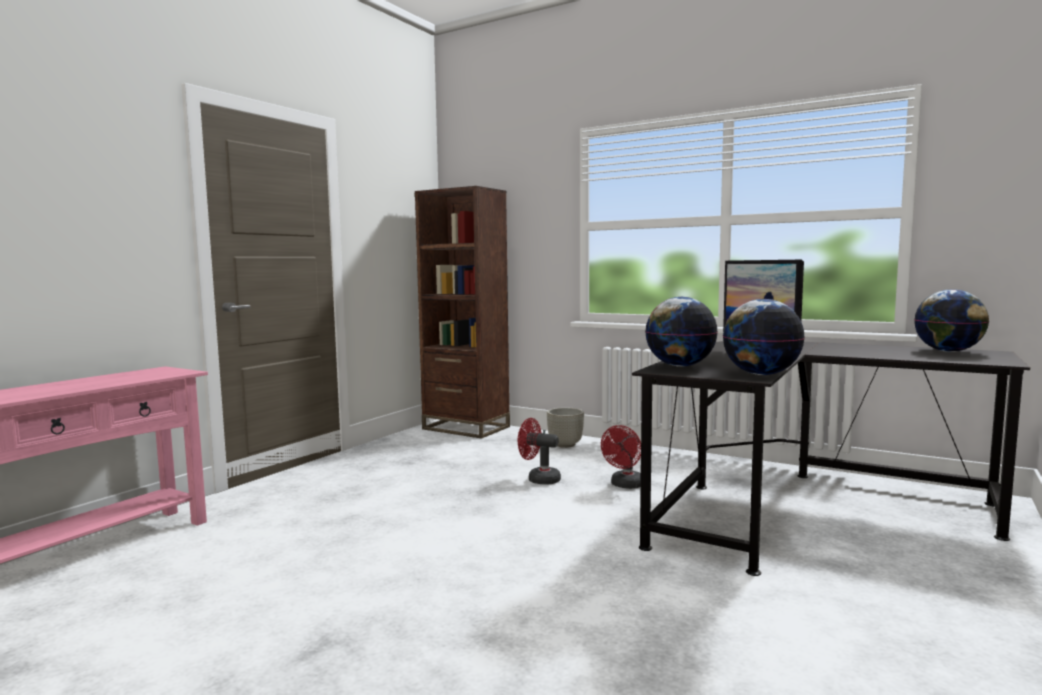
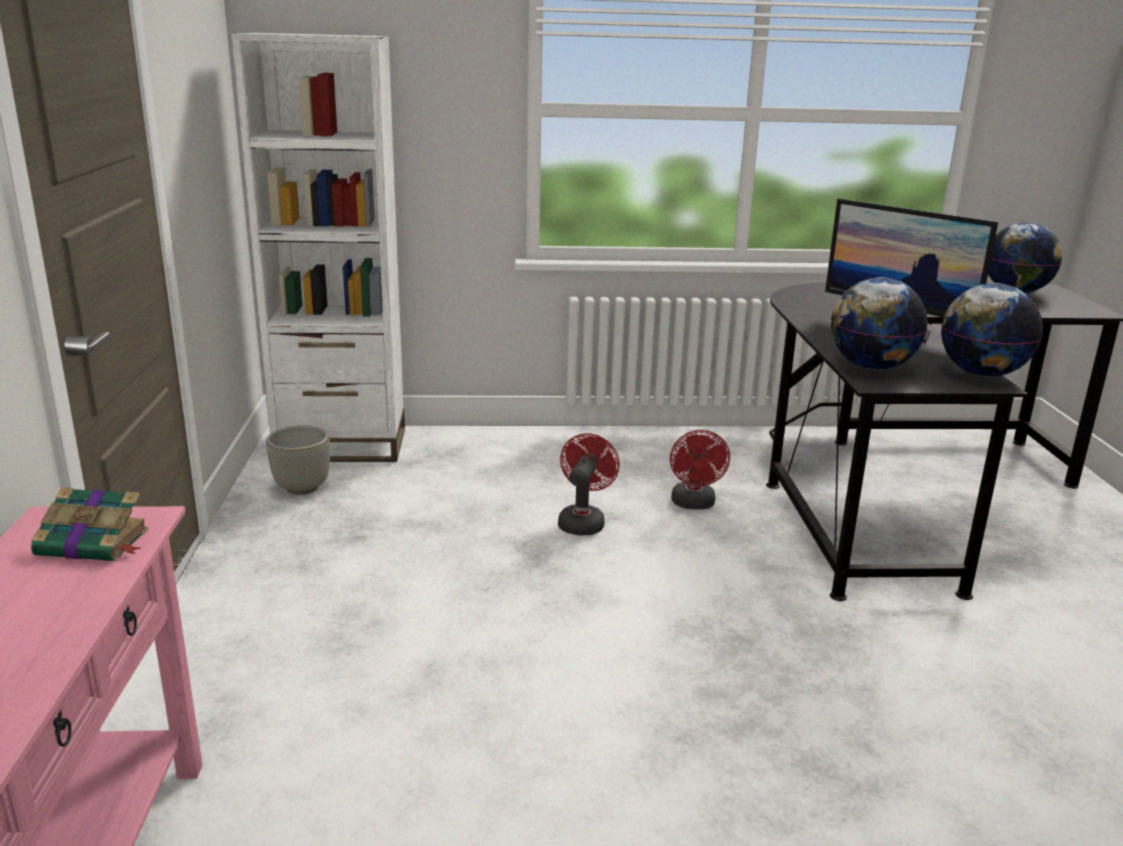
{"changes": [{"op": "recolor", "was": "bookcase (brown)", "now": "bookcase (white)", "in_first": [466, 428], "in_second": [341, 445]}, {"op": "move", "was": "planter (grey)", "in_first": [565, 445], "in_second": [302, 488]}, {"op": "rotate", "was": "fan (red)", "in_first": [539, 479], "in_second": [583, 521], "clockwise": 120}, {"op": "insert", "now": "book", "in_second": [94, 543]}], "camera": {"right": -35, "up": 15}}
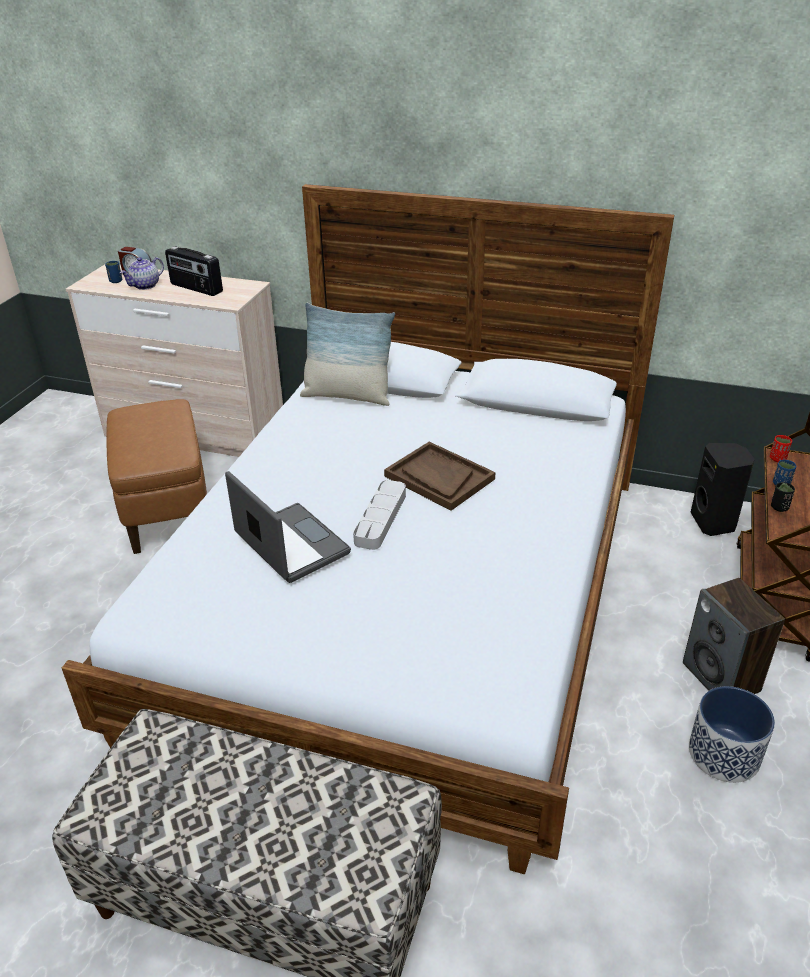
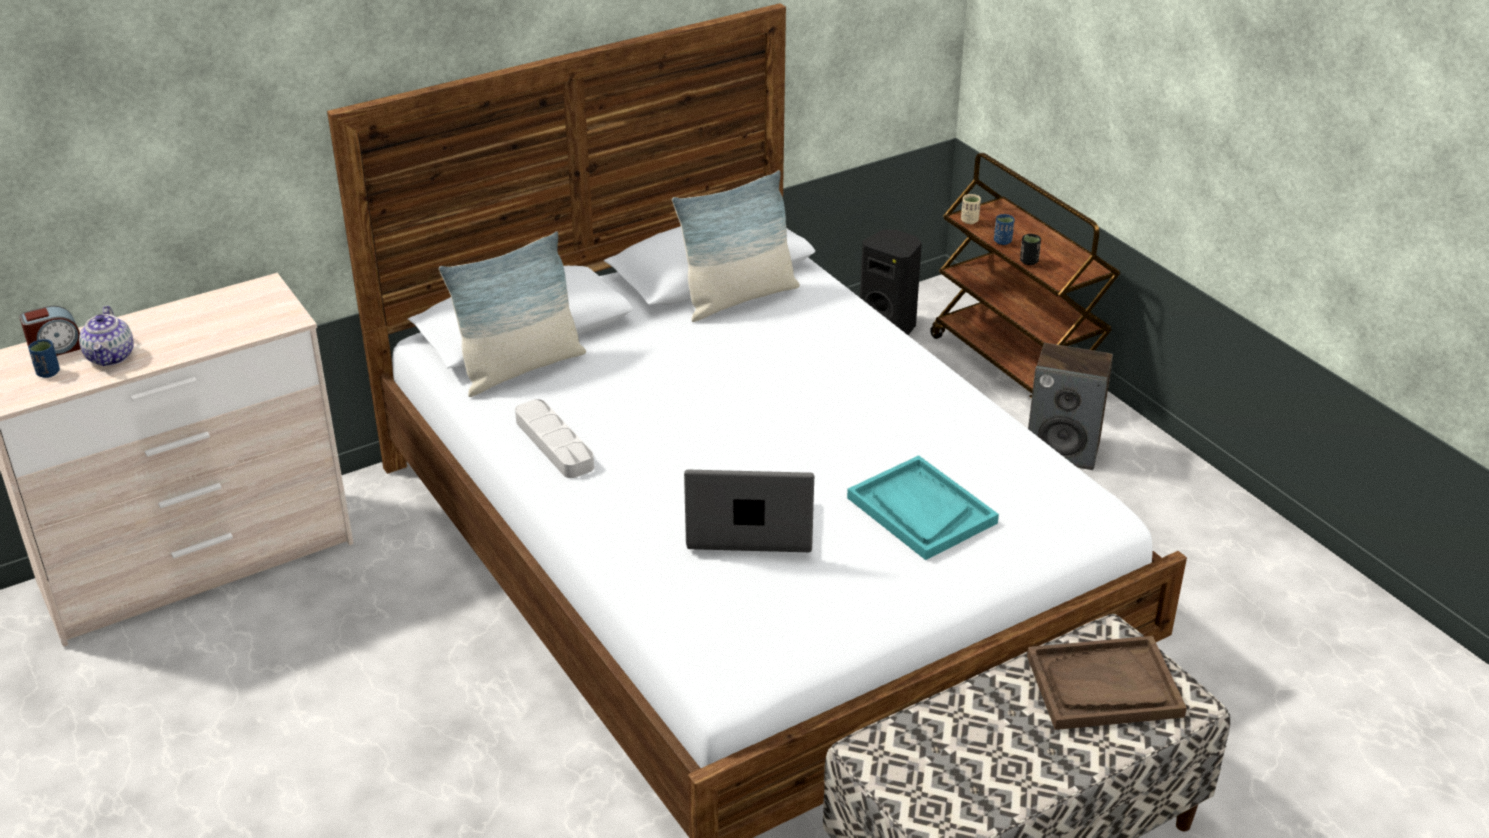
{"changes": [{"op": "delete", "was": "radio", "in_first": [196, 288]}, {"op": "delete", "was": "ottoman (brown)", "in_first": [167, 512]}, {"op": "recolor", "was": "cup (red)", "now": "cup (beige)", "in_first": [777, 459], "in_second": [969, 221]}, {"op": "move", "was": "tray (brown)", "in_first": [439, 478], "in_second": [1103, 686]}, {"op": "move", "was": "tray (grey)", "in_first": [380, 518], "in_second": [554, 444]}, {"op": "delete", "was": "planter", "in_first": [724, 754]}, {"op": "insert", "now": "pillow", "in_second": [738, 298]}, {"op": "insert", "now": "tray (turquoise)", "in_second": [921, 510]}], "camera": {"right": -50, "up": 0}}
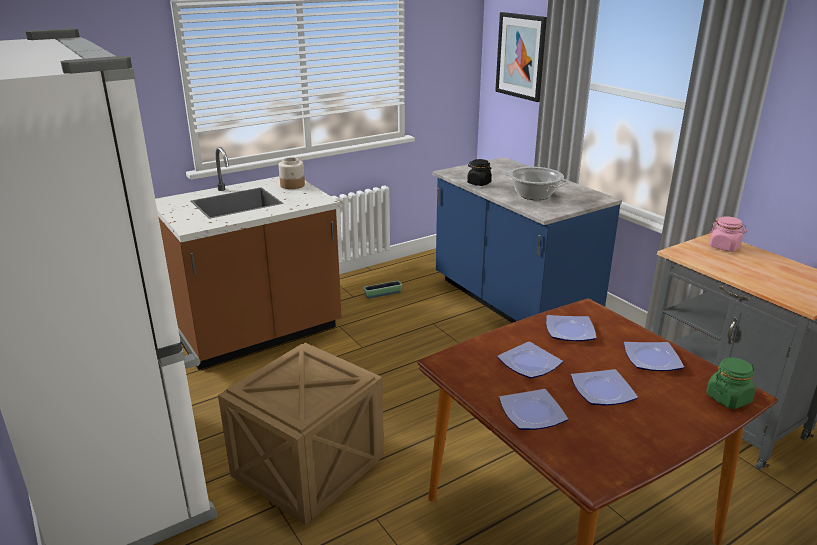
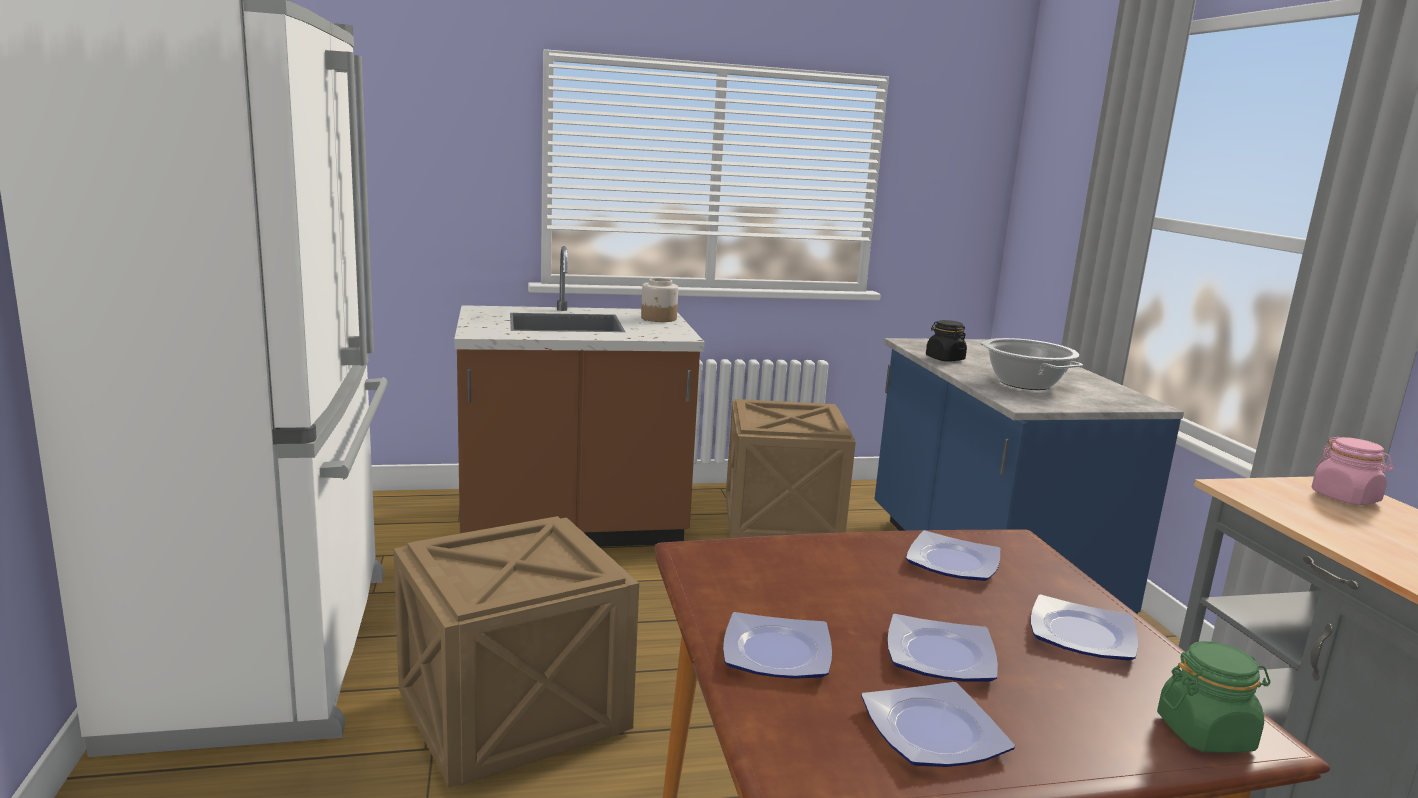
{"changes": [{"op": "delete", "was": "picture", "in_first": [521, 56]}, {"op": "replace", "was": "planter", "now": "crate", "in_first": [383, 294], "in_second": [781, 519]}, {"op": "move", "was": "plate", "in_first": [530, 364], "in_second": [936, 733]}], "camera": {"right": 20, "up": -10}}
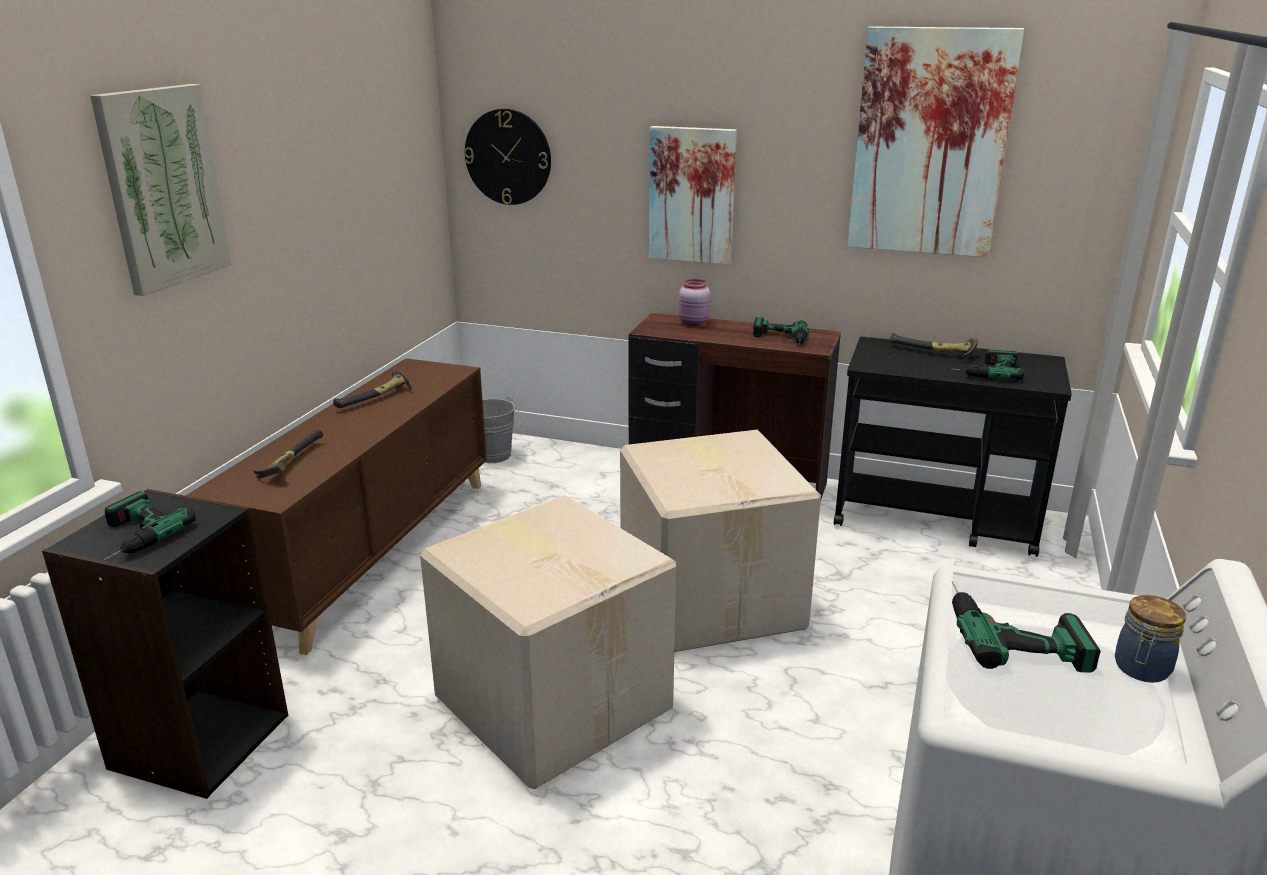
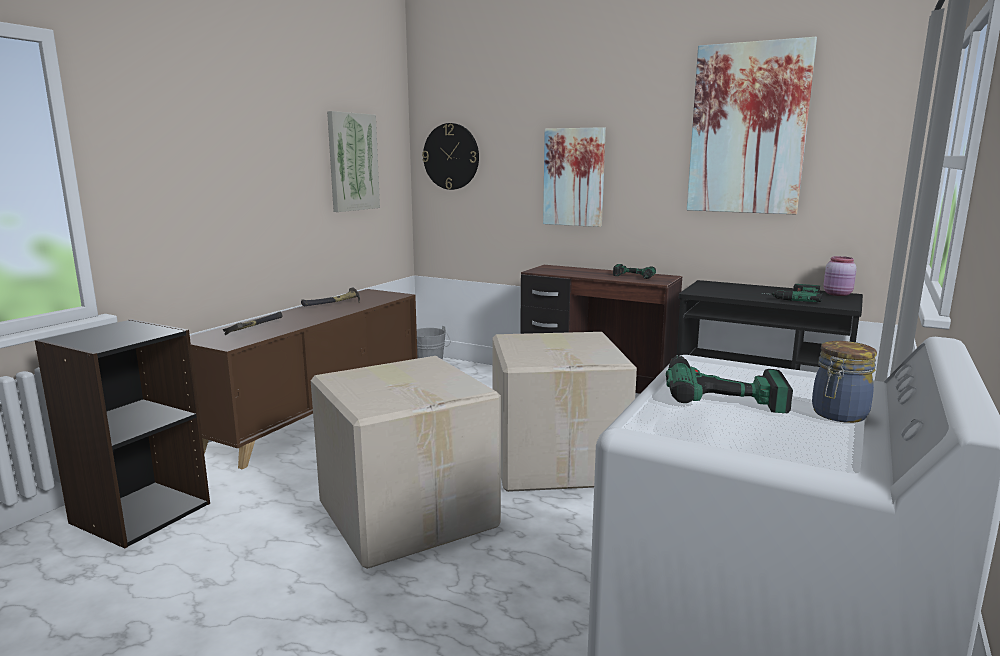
{"changes": [{"op": "move", "was": "picture", "in_first": [162, 187], "in_second": [352, 162]}, {"op": "move", "was": "jar (pink)", "in_first": [694, 323], "in_second": [838, 294]}, {"op": "delete", "was": "hammer", "in_first": [933, 353]}, {"op": "delete", "was": "power drill", "in_first": [130, 537]}], "camera": {"right": 10, "up": -10}}
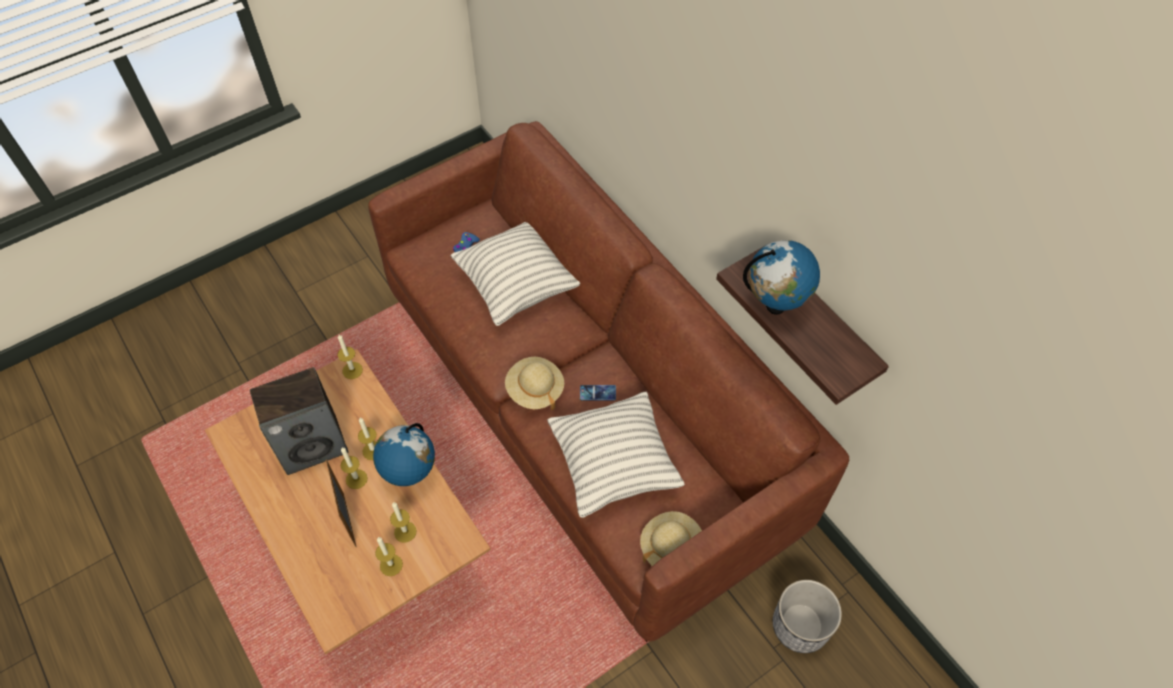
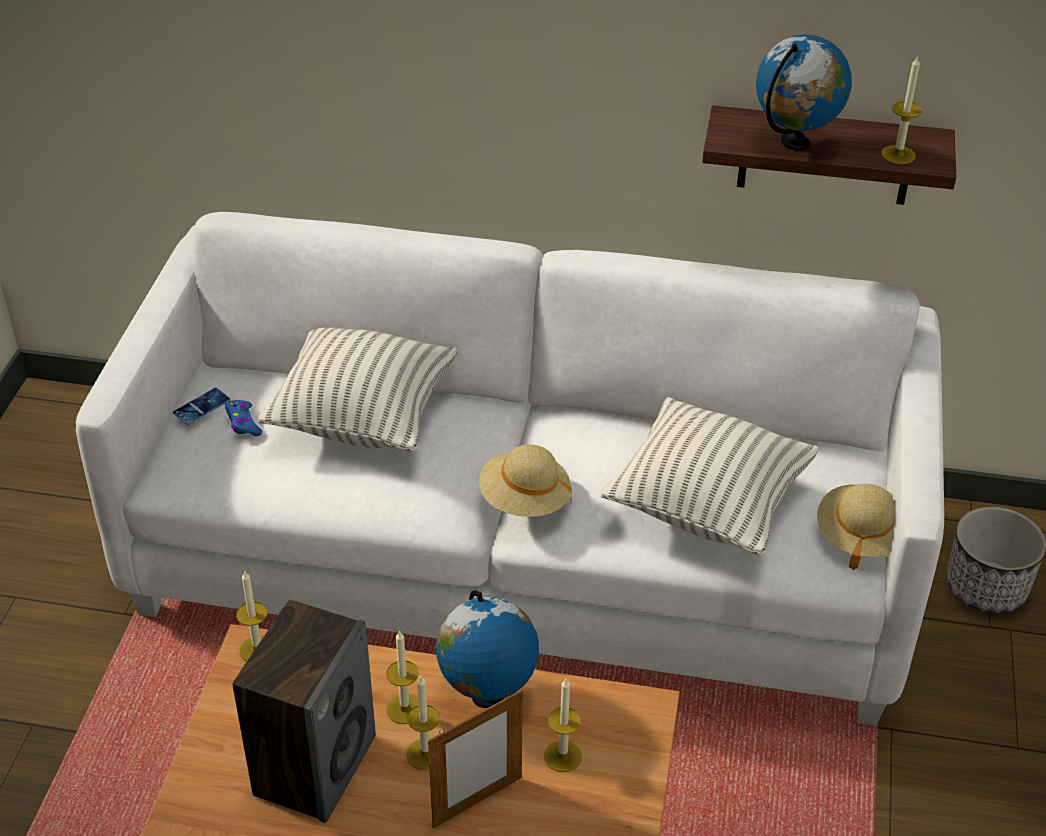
{"changes": [{"op": "recolor", "was": "sofa (brown)", "now": "sofa (white)", "in_first": [587, 409], "in_second": [524, 559]}, {"op": "move", "was": "phone", "in_first": [597, 393], "in_second": [201, 407]}, {"op": "rotate", "was": "picture frame", "in_first": [349, 520], "in_second": [477, 802], "clockwise": -60}, {"op": "move", "was": "candle", "in_first": [391, 565], "in_second": [898, 155]}], "camera": {"right": -45, "up": -15}}
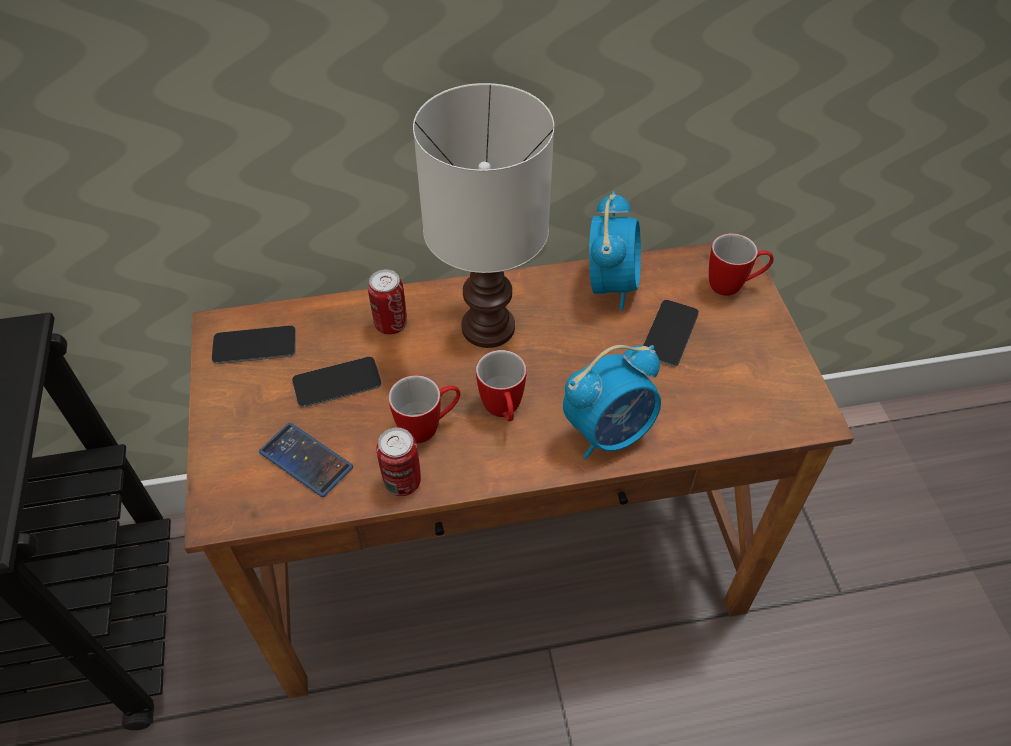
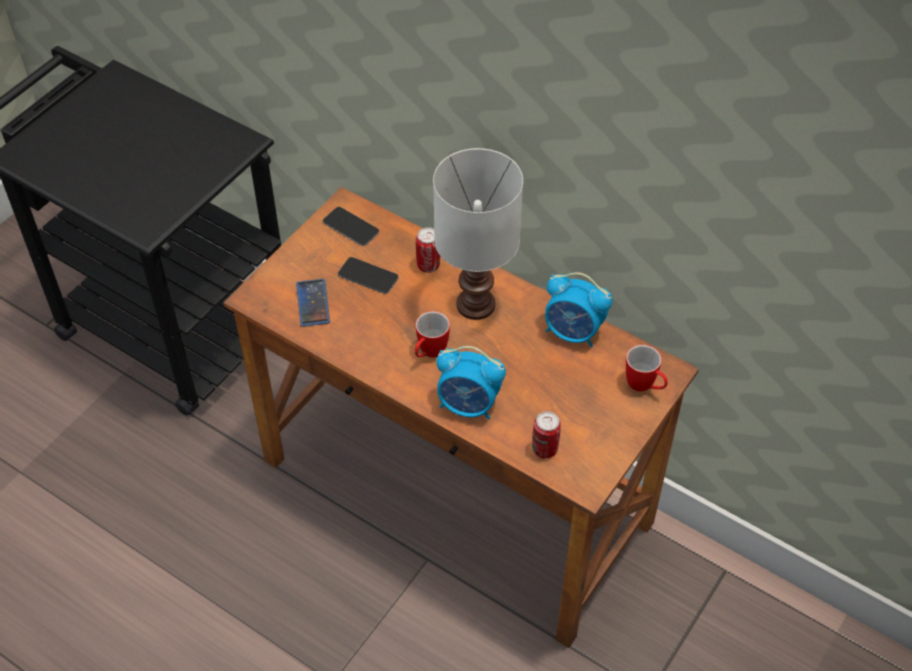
{"changes": [{"op": "rotate", "was": "alarm clock", "in_first": [611, 284], "in_second": [573, 332], "clockwise": 60}, {"op": "delete", "was": "phone", "in_first": [669, 333]}, {"op": "delete", "was": "mug", "in_first": [428, 427]}, {"op": "move", "was": "can", "in_first": [402, 482], "in_second": [544, 449]}], "camera": {"right": 45, "up": 0}}
